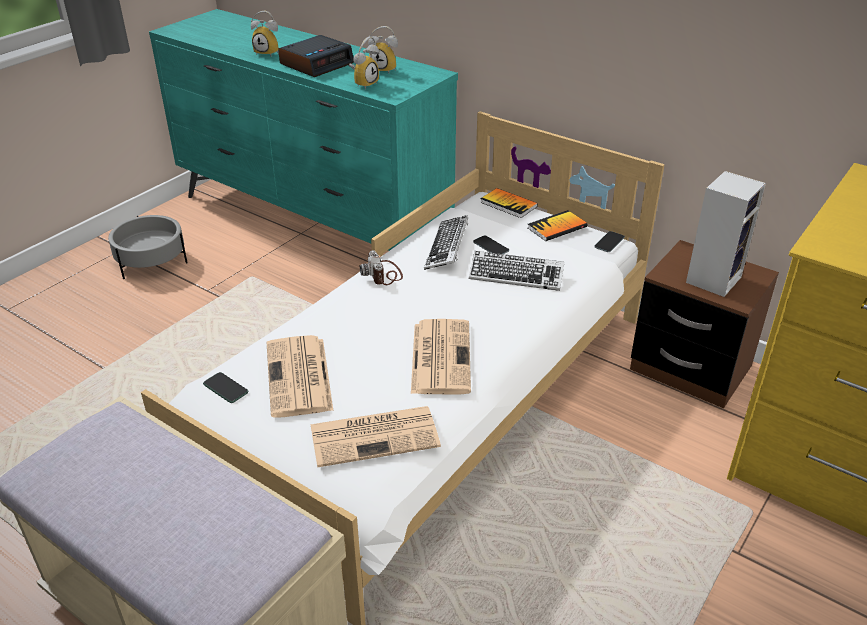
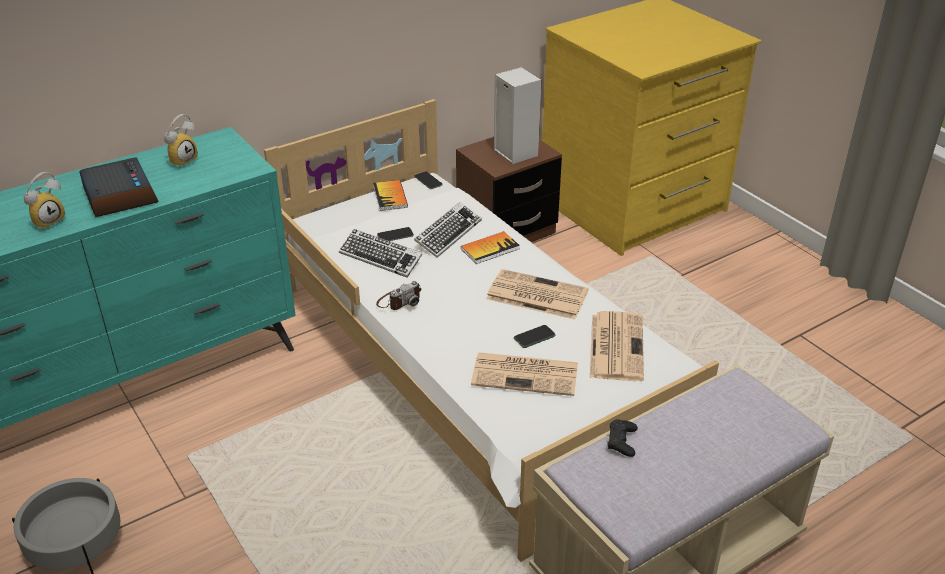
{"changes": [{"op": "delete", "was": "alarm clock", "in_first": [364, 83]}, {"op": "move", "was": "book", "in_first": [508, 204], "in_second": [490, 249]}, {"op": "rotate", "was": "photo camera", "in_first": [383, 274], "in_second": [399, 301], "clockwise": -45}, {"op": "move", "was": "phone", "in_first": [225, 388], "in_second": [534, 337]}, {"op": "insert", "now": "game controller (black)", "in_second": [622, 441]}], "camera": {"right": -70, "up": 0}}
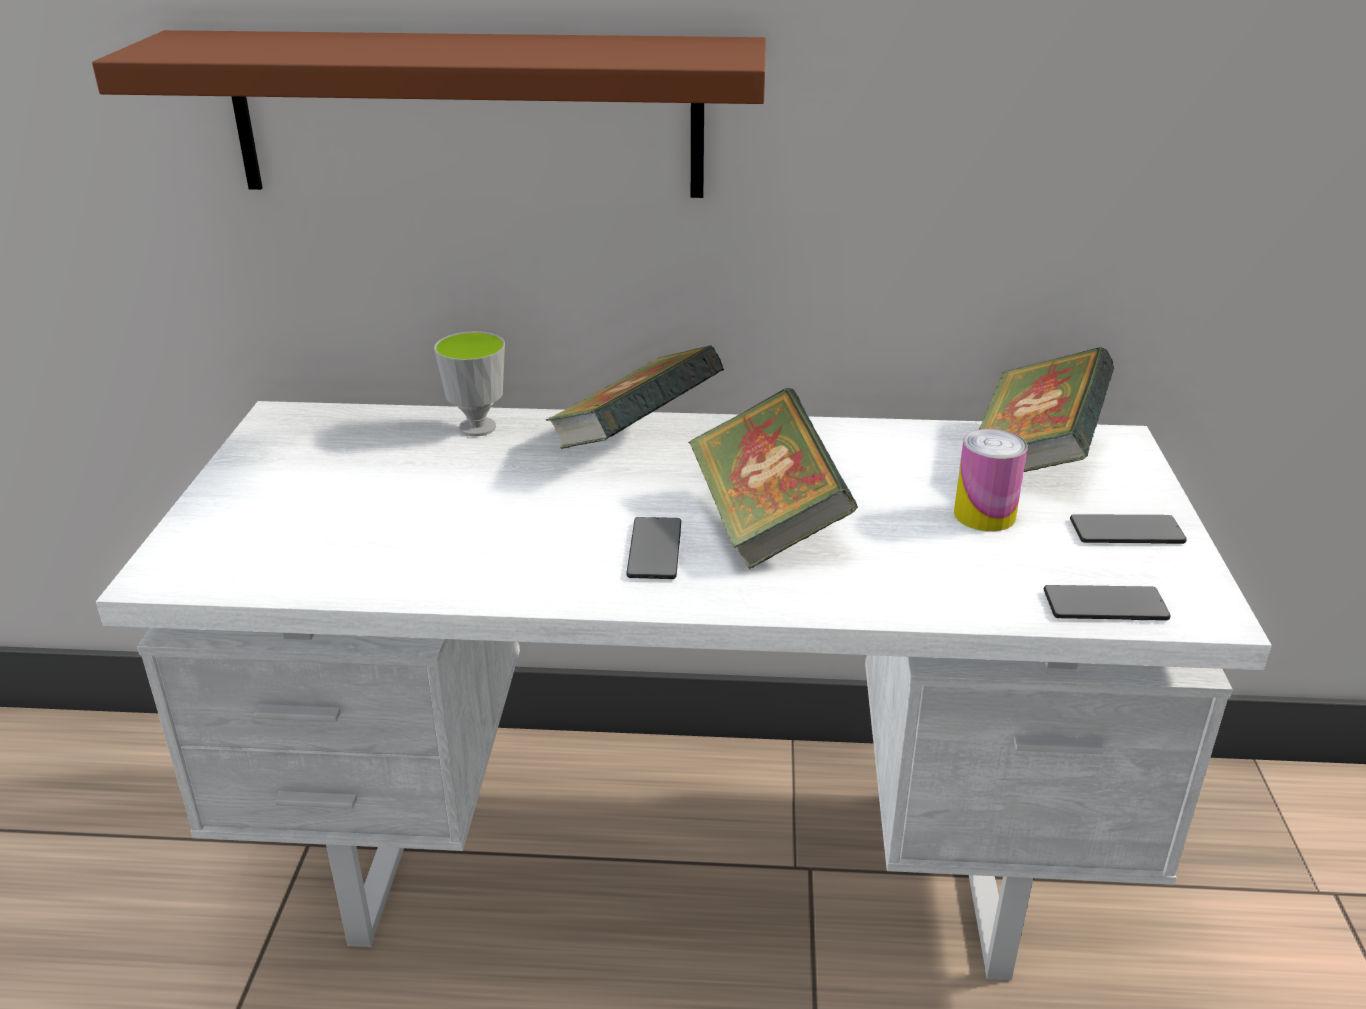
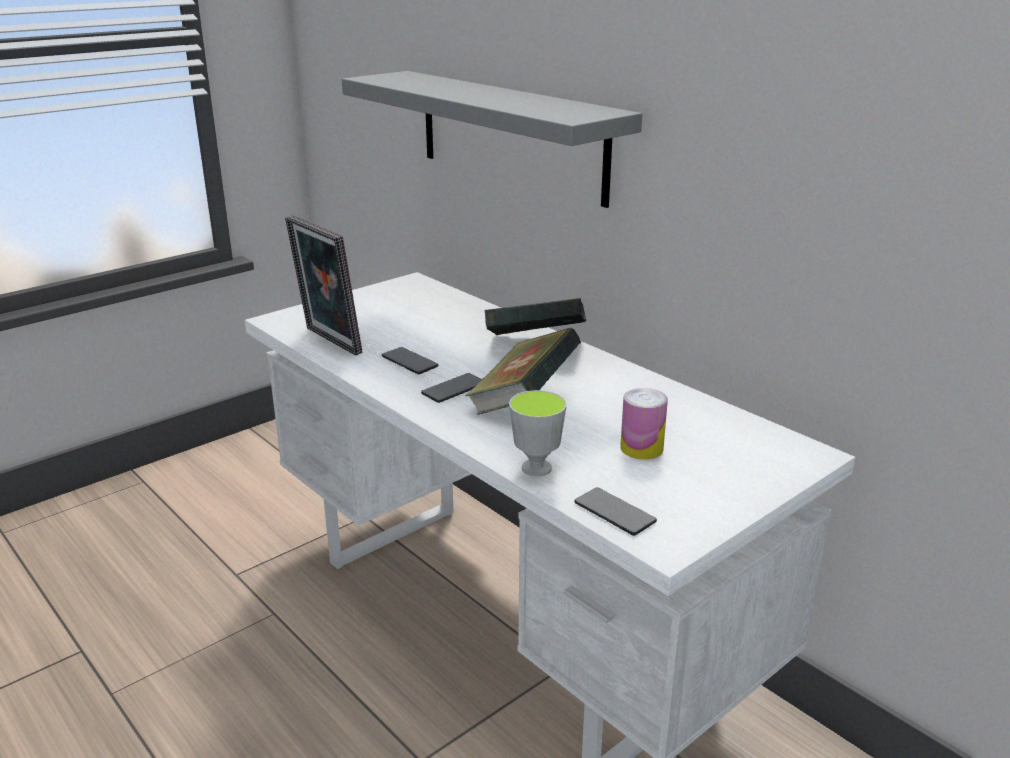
{"changes": [{"op": "recolor", "was": "shelf (brown)", "now": "shelf (grey)", "in_first": [467, 115], "in_second": [510, 135]}, {"op": "move", "was": "cup", "in_first": [477, 427], "in_second": [536, 468]}, {"op": "delete", "was": "book", "in_first": [1033, 458]}, {"op": "move", "was": "phone", "in_first": [1126, 531], "in_second": [409, 362]}, {"op": "insert", "now": "picture frame", "in_second": [328, 342]}], "camera": {"right": 45, "up": -5}}
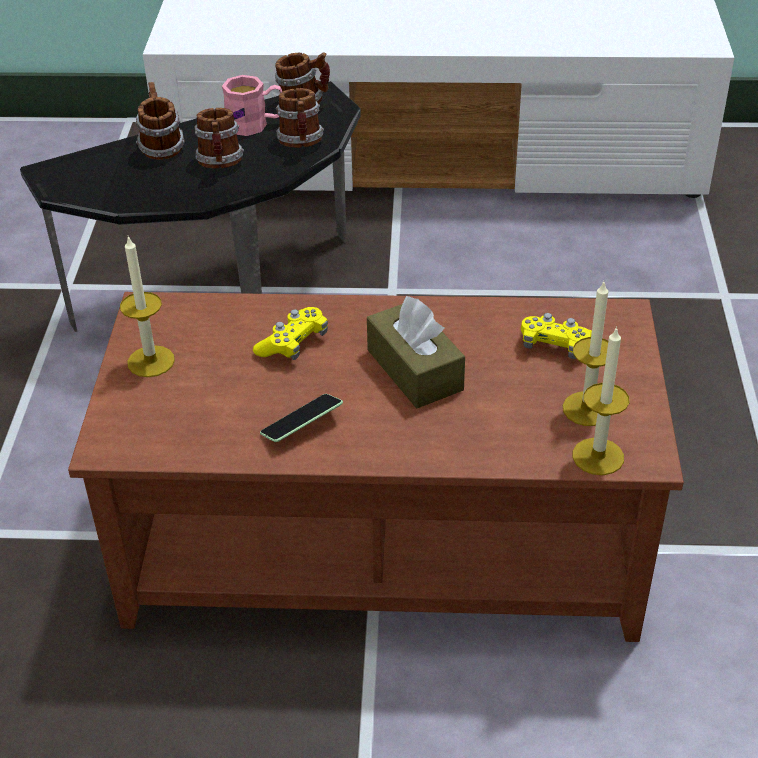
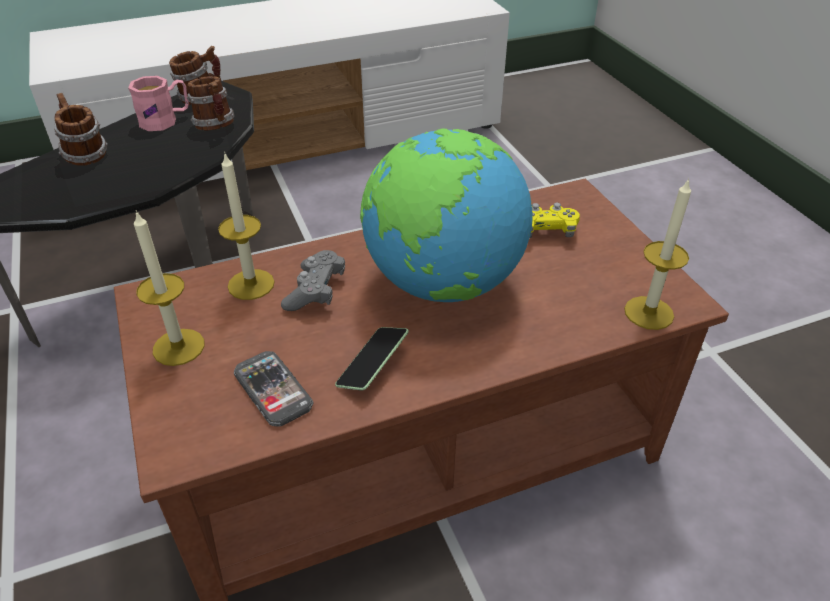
{"changes": [{"op": "delete", "was": "mug", "in_first": [221, 164]}, {"op": "move", "was": "candle", "in_first": [587, 409], "in_second": [251, 284]}, {"op": "replace", "was": "tissue box (brown)", "now": "globe", "in_first": [414, 370], "in_second": [442, 283]}, {"op": "recolor", "was": "game controller (yellow)", "now": "game controller (grey)", "in_first": [293, 344], "in_second": [315, 291]}, {"op": "insert", "now": "phone", "in_second": [273, 390]}], "camera": {"right": -25, "up": 0}}
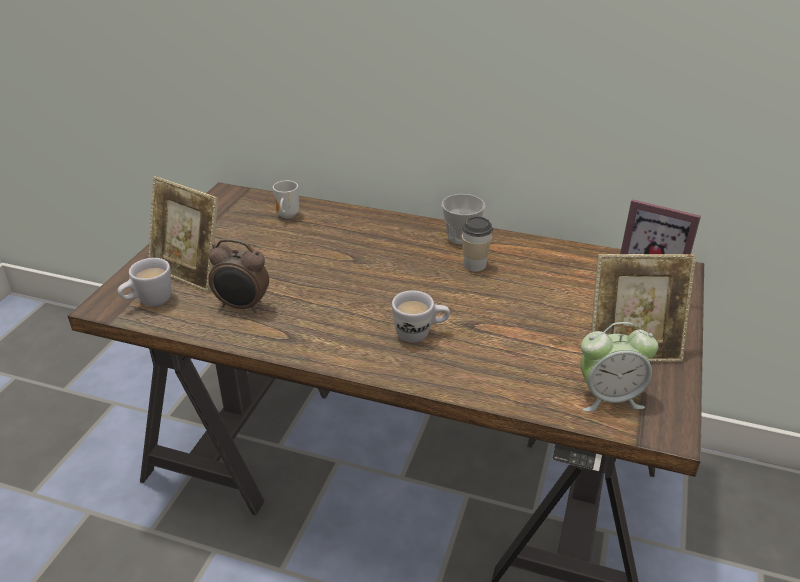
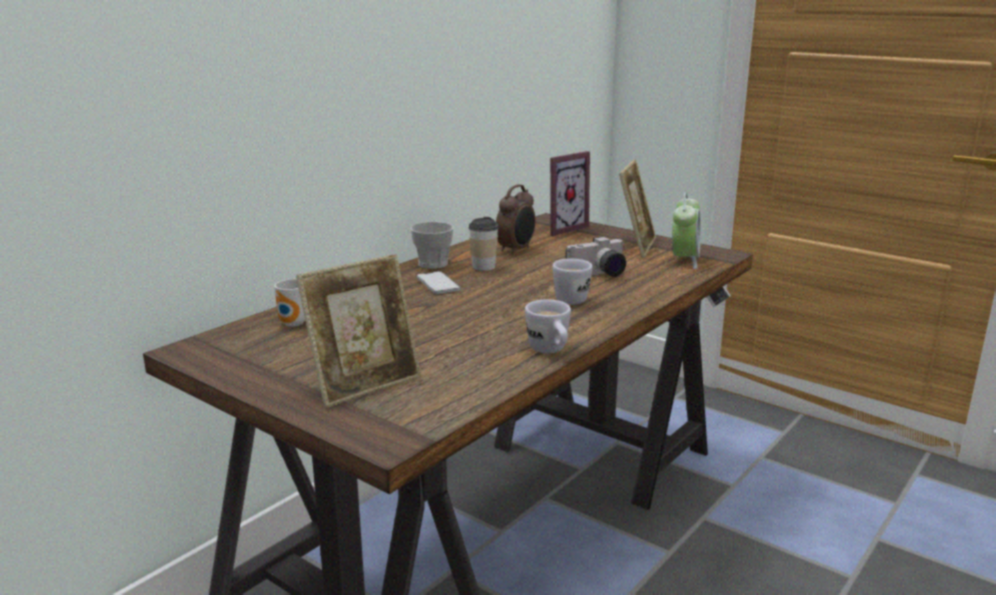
{"changes": [{"op": "move", "was": "alarm clock", "in_first": [242, 306], "in_second": [516, 250]}, {"op": "move", "was": "mug (white)", "in_first": [149, 302], "in_second": [550, 351]}, {"op": "insert", "now": "photo camera", "in_second": [598, 275]}, {"op": "insert", "now": "phone", "in_second": [438, 284]}], "camera": {"right": -70, "up": -15}}
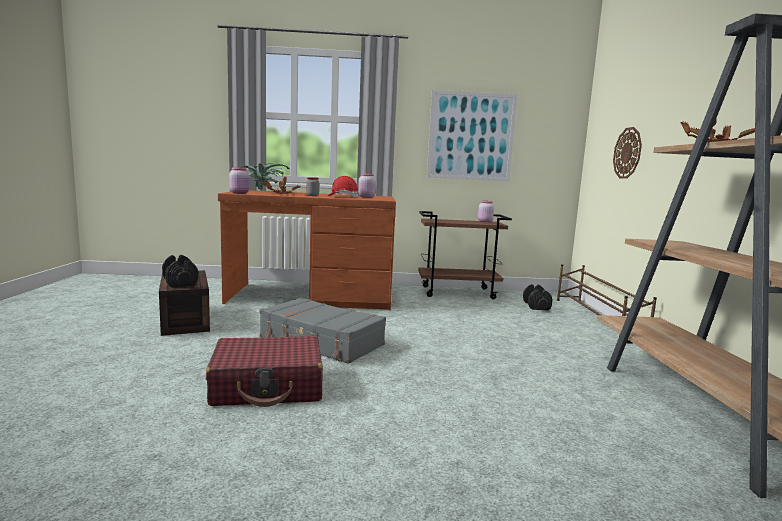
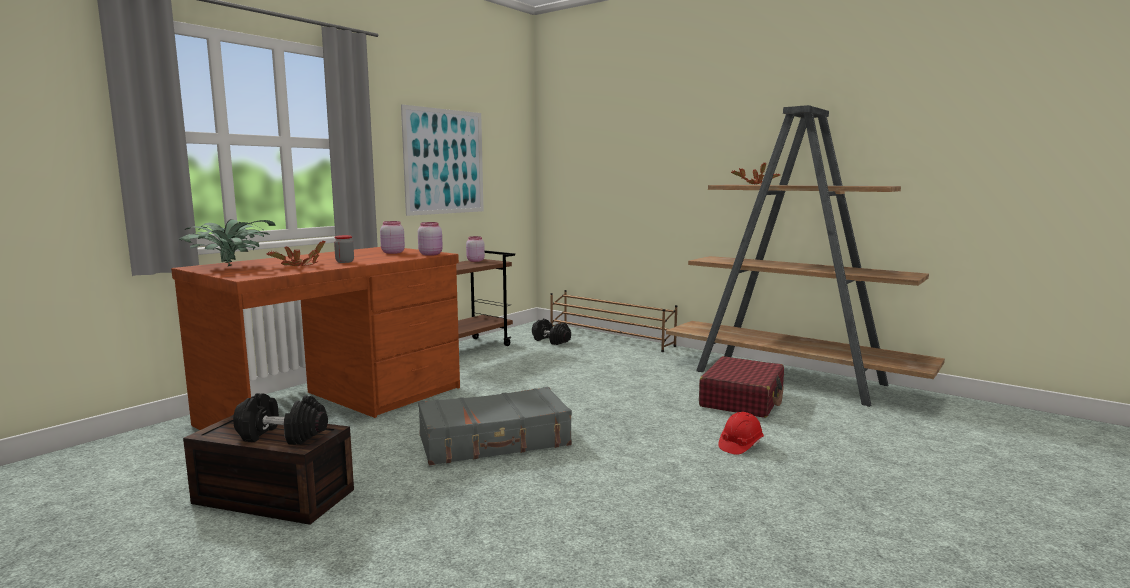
{"changes": [{"op": "delete", "was": "wall clock", "in_first": [627, 153]}, {"op": "move", "was": "jar (pink)", "in_first": [240, 193], "in_second": [431, 254]}, {"op": "move", "was": "hard hat (red)", "in_first": [343, 197], "in_second": [740, 445]}, {"op": "move", "was": "suitcase (red)", "in_first": [268, 386], "in_second": [742, 399]}], "camera": {"right": -50, "up": 0}}
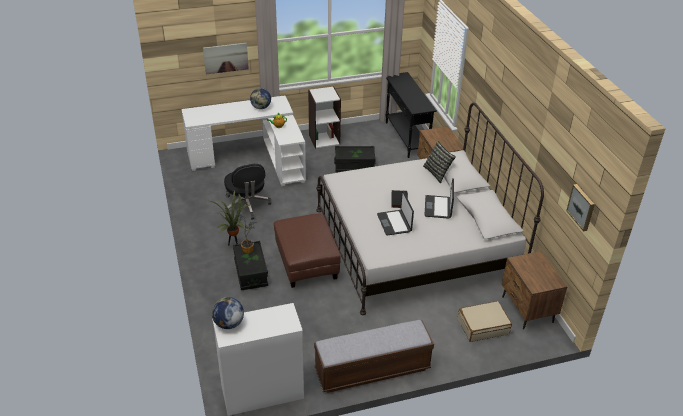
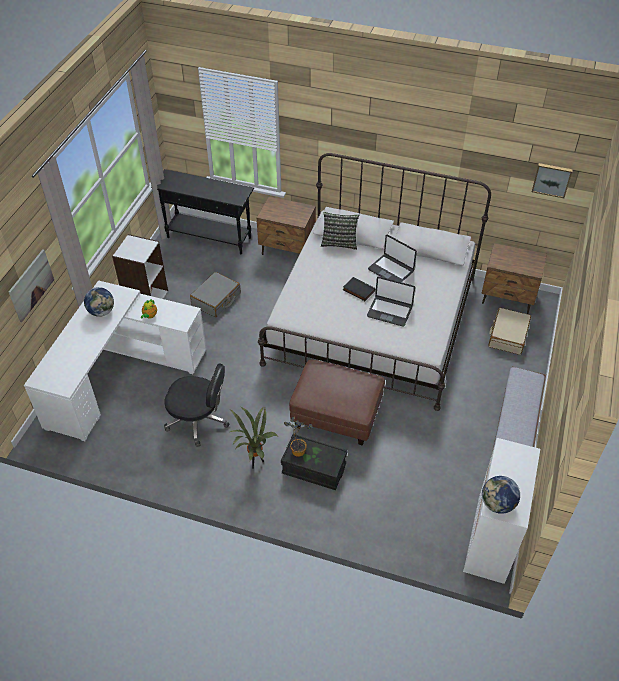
{"changes": [{"op": "replace", "was": "storage box (black)", "now": "suitcase (grey)", "in_first": [354, 166], "in_second": [216, 299]}], "camera": {"right": -55, "up": 10}}
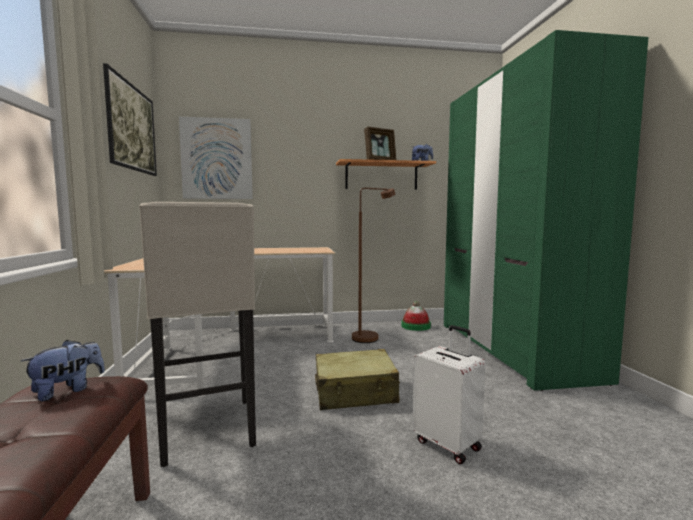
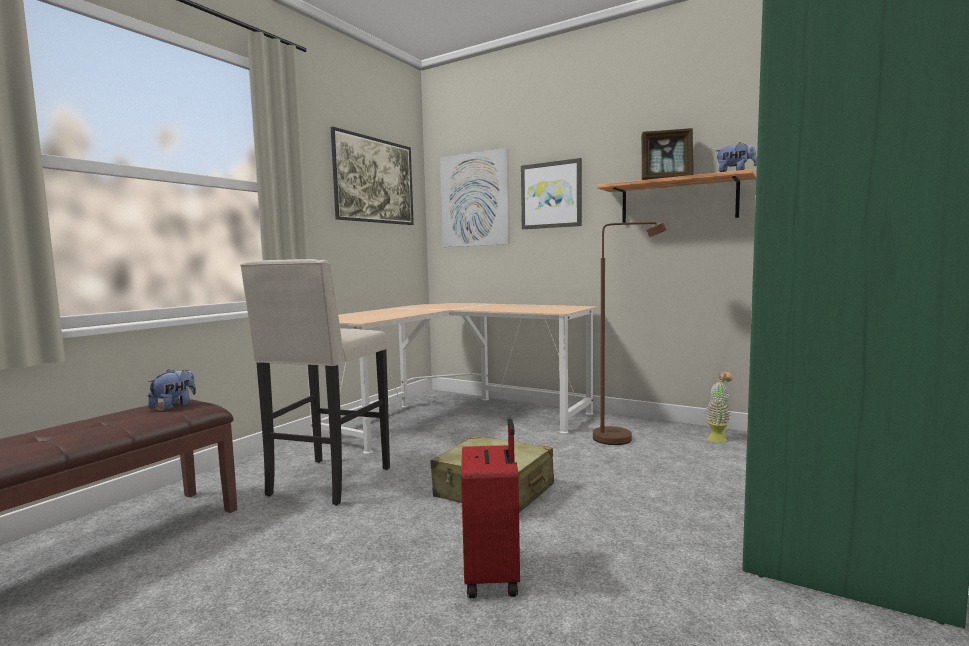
{"changes": [{"op": "replace", "was": "hat", "now": "potted plant", "in_first": [415, 326], "in_second": [718, 438]}, {"op": "recolor", "was": "suitcase (white)", "now": "suitcase (red)", "in_first": [448, 444], "in_second": [493, 576]}, {"op": "rotate", "was": "plush toy", "in_first": [67, 390], "in_second": [174, 406], "clockwise": -60}, {"op": "insert", "now": "picture", "in_second": [551, 195]}], "camera": {"right": 40, "up": 0}}
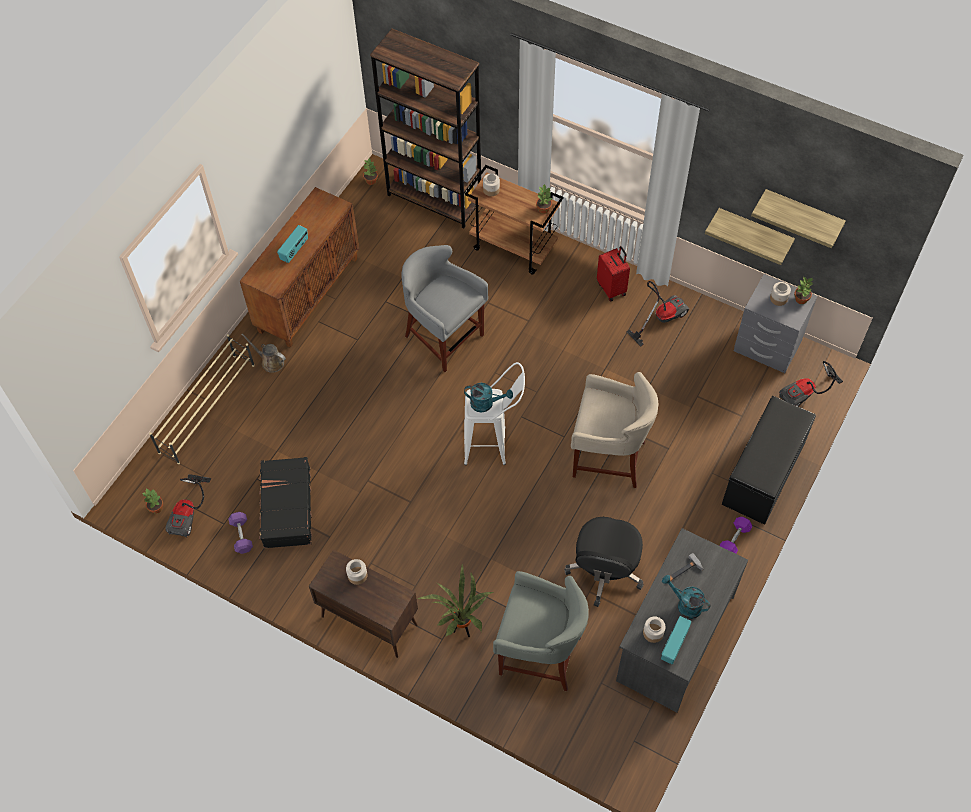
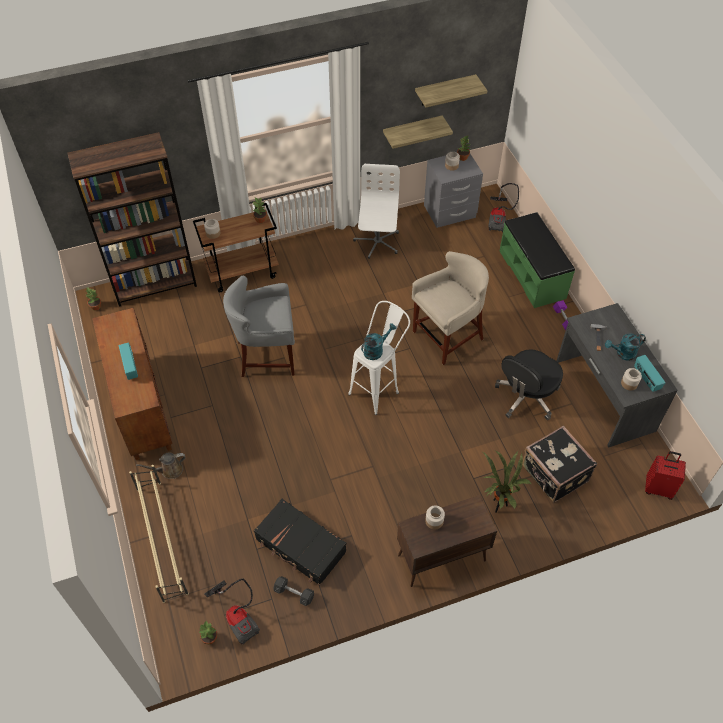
{"changes": [{"op": "move", "was": "suitcase (red)", "in_first": [612, 288], "in_second": [658, 488]}, {"op": "replace", "was": "vacuum cleaner", "now": "office chair (white)", "in_first": [660, 318], "in_second": [377, 242]}, {"op": "recolor", "was": "bench (black)", "now": "bench (green)", "in_first": [764, 473], "in_second": [532, 274]}, {"op": "recolor", "was": "dumbbell (purple)", "now": "dumbbell (grey)", "in_first": [241, 536], "in_second": [294, 593]}, {"op": "rotate", "was": "office chair (black)", "in_first": [604, 570], "in_second": [526, 397], "clockwise": 75}, {"op": "replace", "was": "stool (grey)", "now": "suitcase (black)", "in_first": [539, 653], "in_second": [554, 474]}], "camera": {"right": -50, "up": -5}}
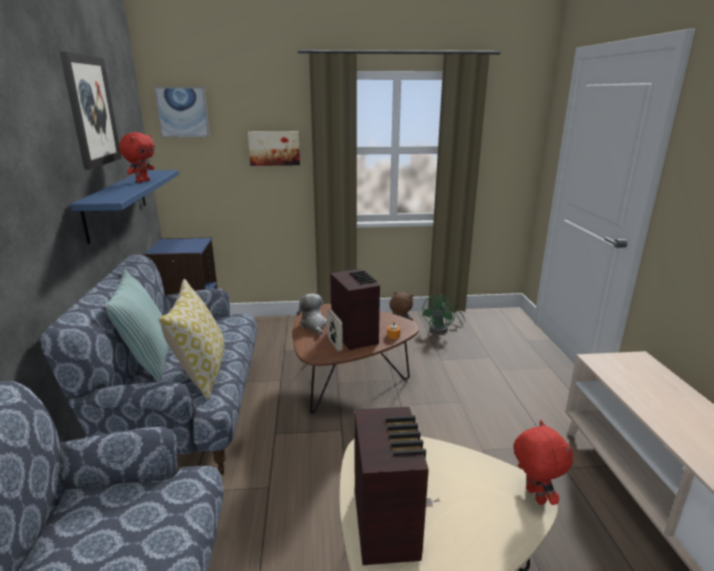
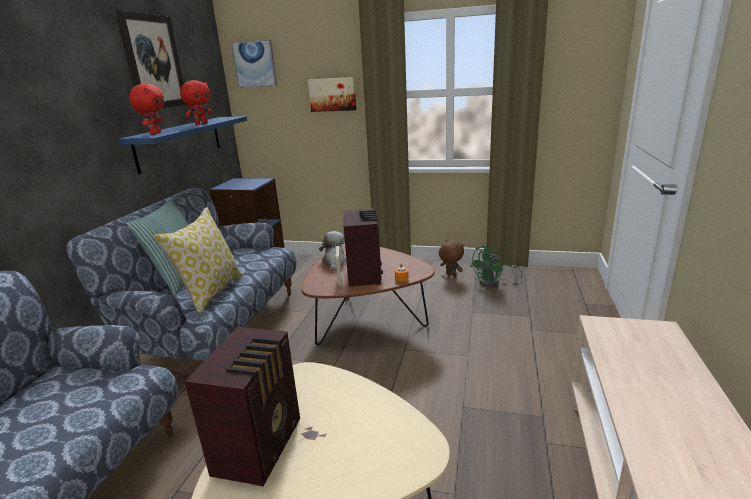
{"changes": [{"op": "move", "was": "plush toy (red)", "in_first": [533, 496], "in_second": [155, 133]}], "camera": {"right": 20, "up": 0}}
